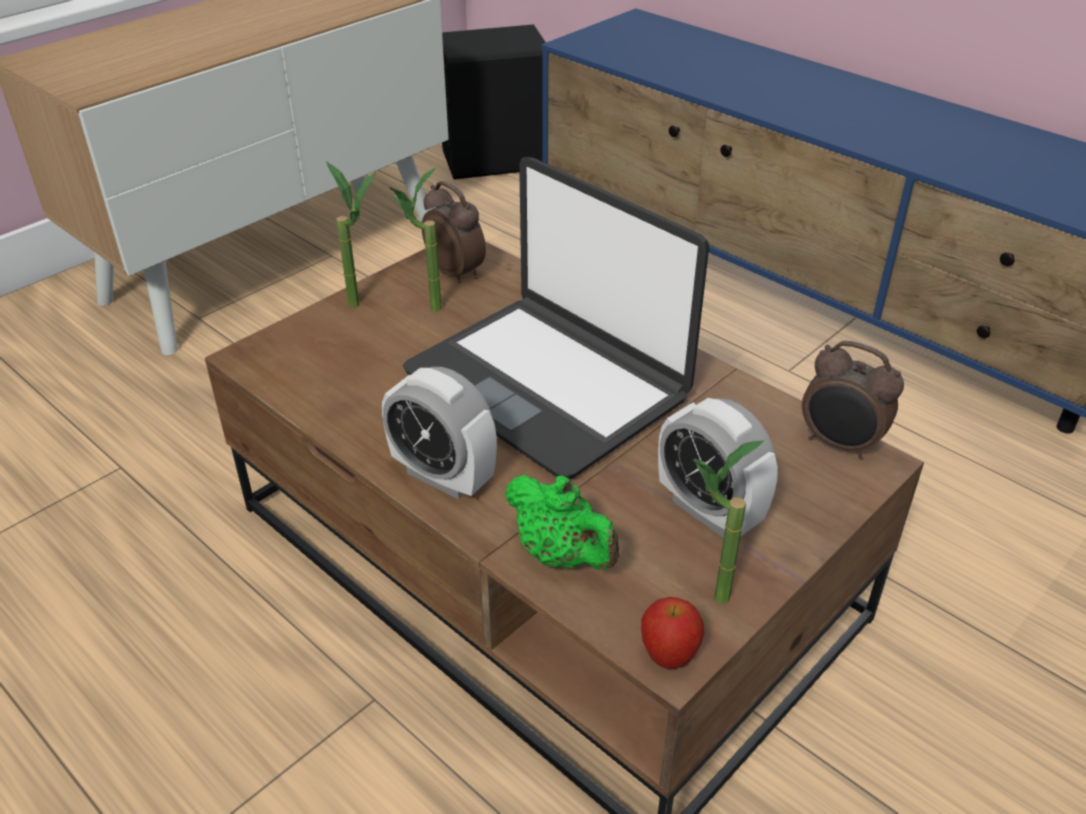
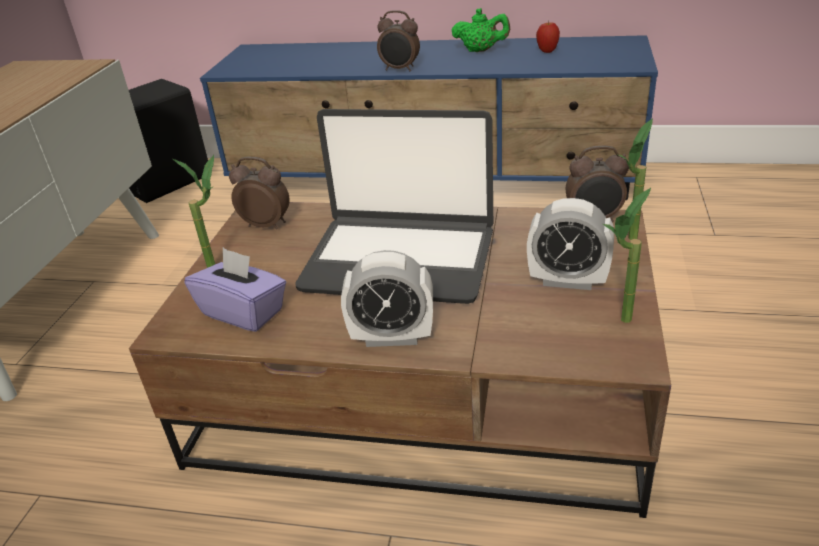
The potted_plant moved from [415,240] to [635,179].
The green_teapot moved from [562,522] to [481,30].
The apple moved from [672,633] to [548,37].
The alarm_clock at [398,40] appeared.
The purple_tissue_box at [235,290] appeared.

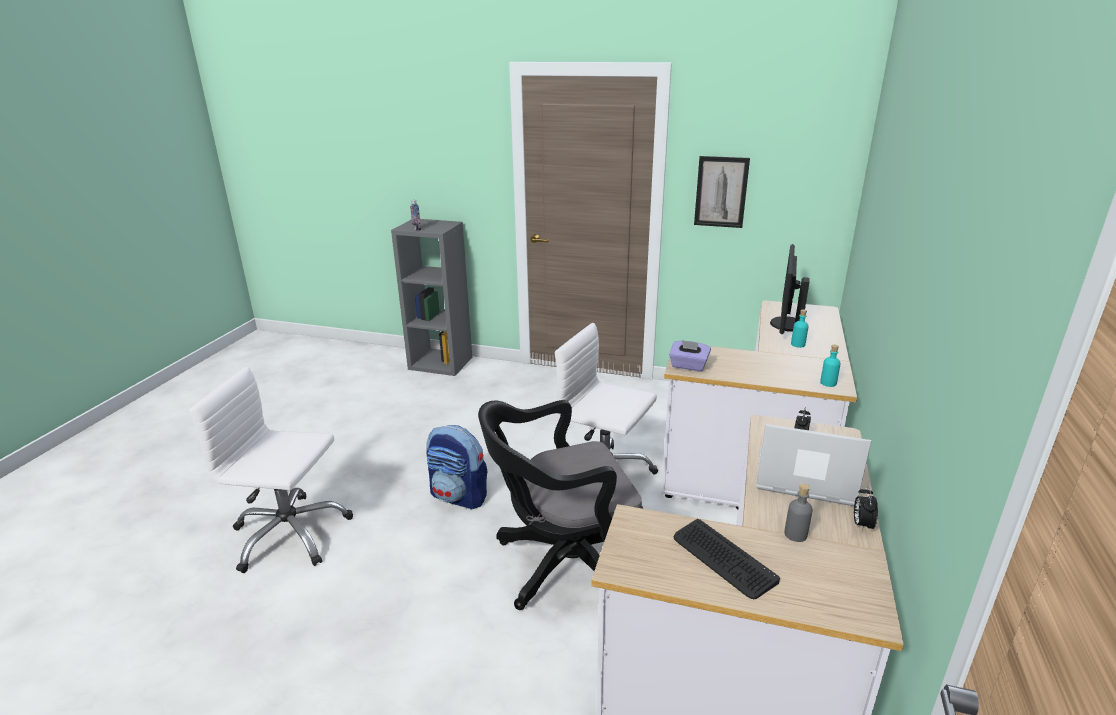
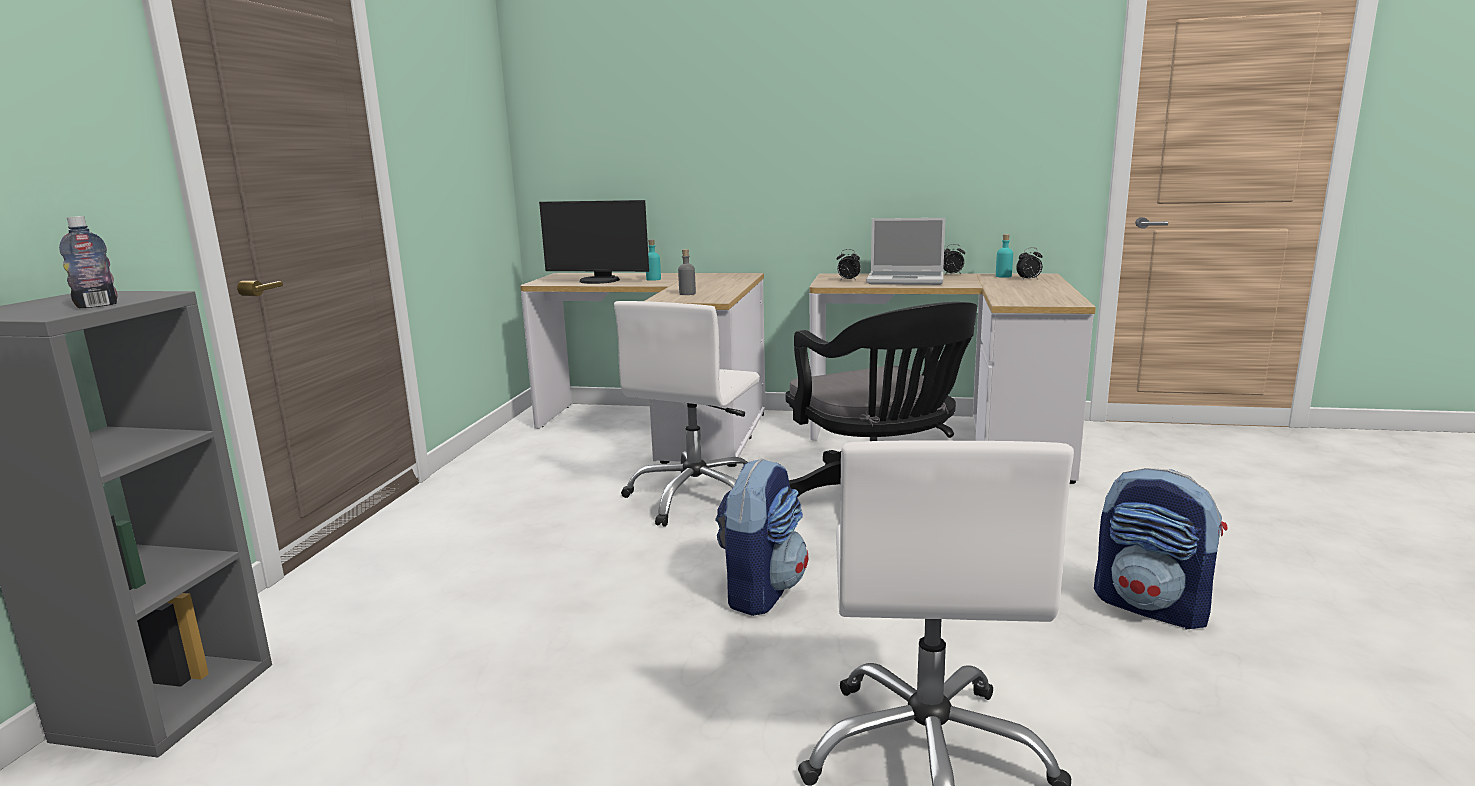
The picture at [722,192] disappeared.
The purple_tissue_box at [690,356] disappeared.
The turquoise_bottle moved from [830,366] to [1004,256].
The laptop at [814,465] turned 90 degrees counterclockwise.
The grey_bottle moved from [798,513] to [687,272].
The keyboard at [727,559] disappeared.
The alarm_clock at [1029,263] appeared.
The backpack at [1160,548] appeared.

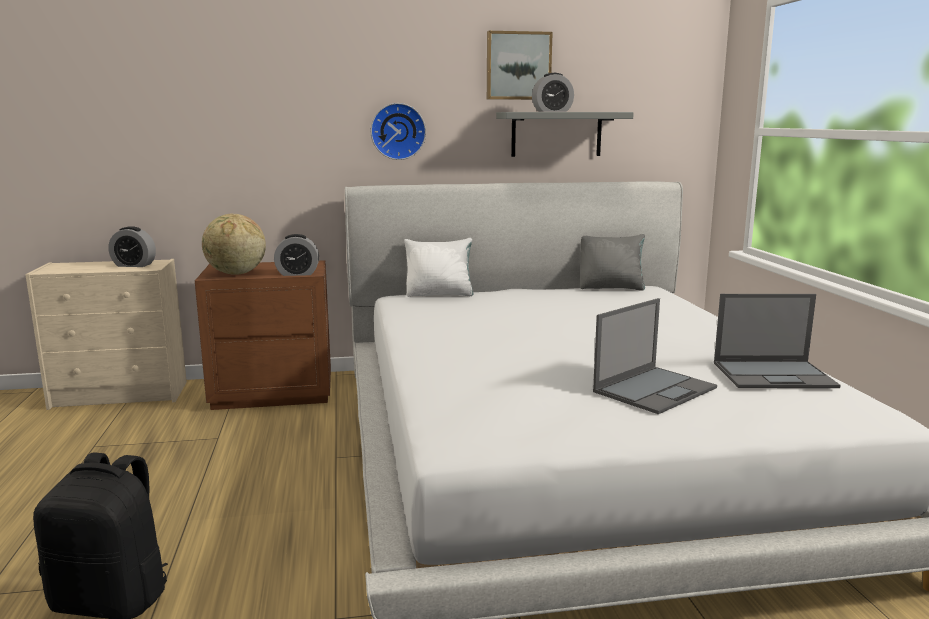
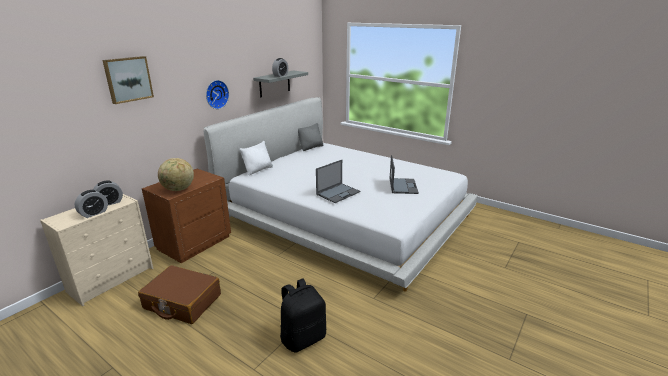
The picture moved from [520,65] to [128,80].
The alarm_clock moved from [296,255] to [91,204].
The laptop moved from [777,341] to [338,181].
The brown_suitcase at [179,294] appeared.

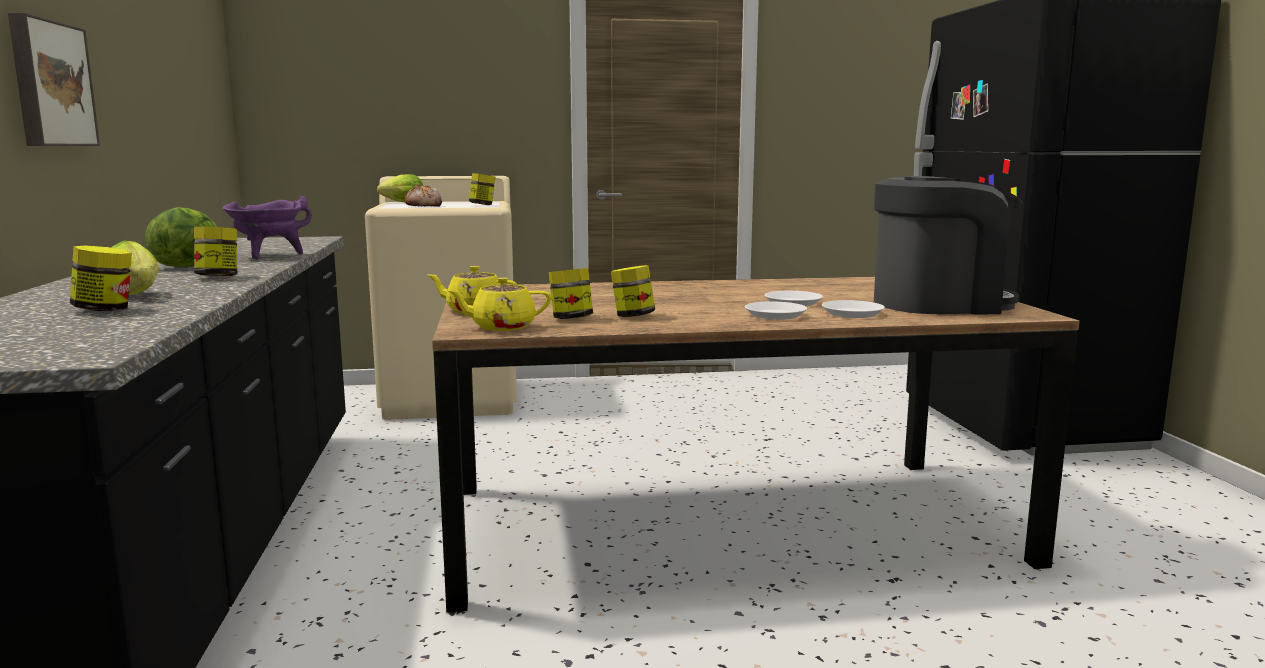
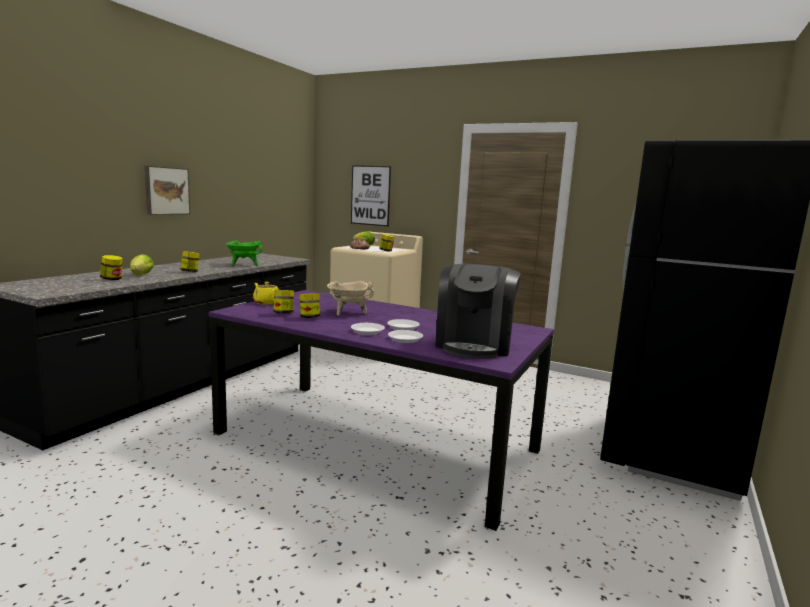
The coffee_machine at [948,245] turned 75 degrees clockwise.
The purple_cooking_pot at [267,227] became the green_cooking_pot at [244,253].
The lettuce at [181,237] disappeared.
The brown_dining_table at [756,445] became the purple_dining_table at [381,410].
The yellow_teapot at [499,304] disappeared.
The picture at [371,195] appeared.
The beige_cooking_pot at [350,298] appeared.

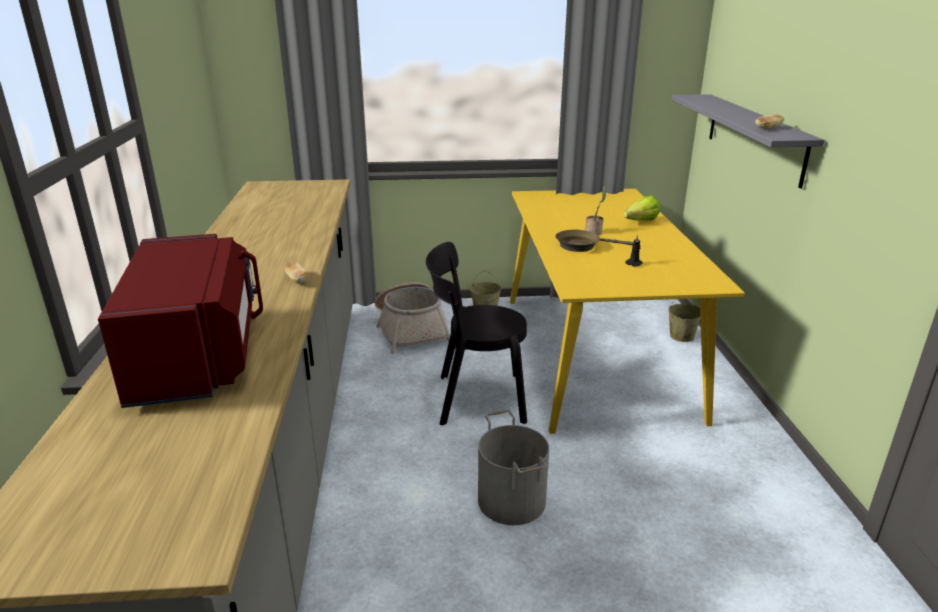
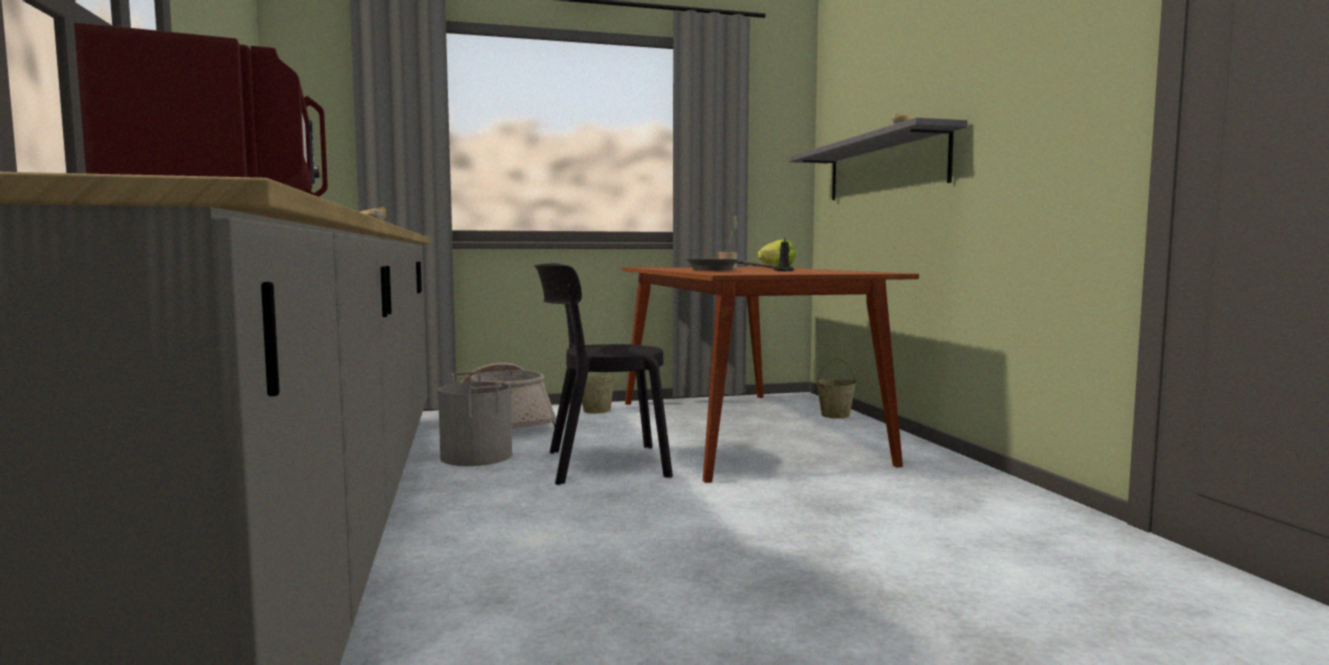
The yellow_dining_table at [627,311] became the brown_dining_table at [770,375].
The grey_bucket moved from [513,467] to [475,418].

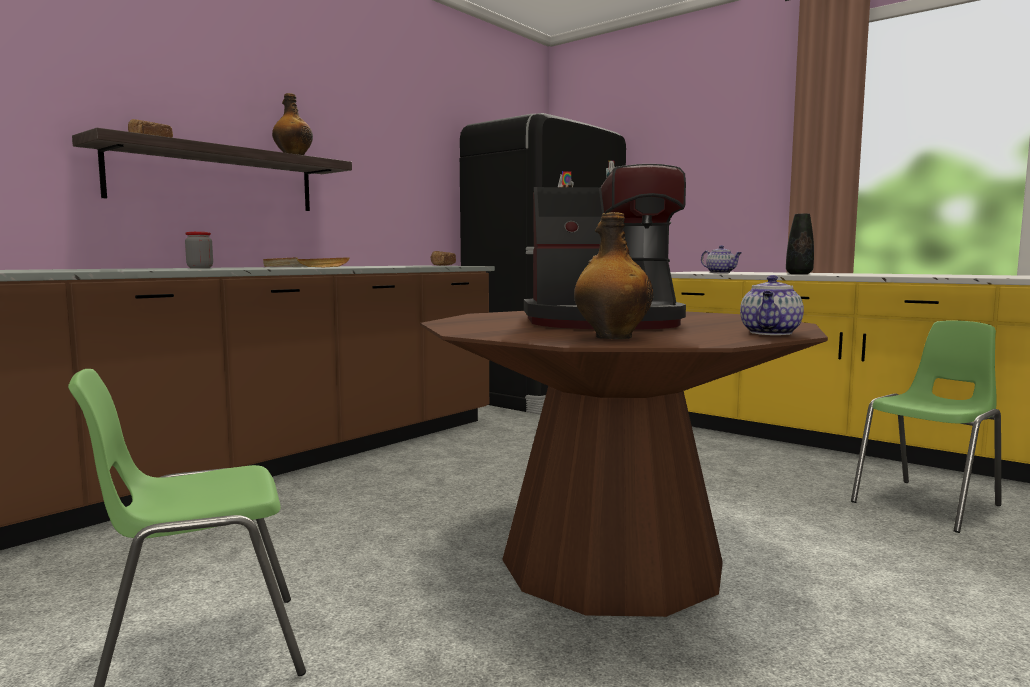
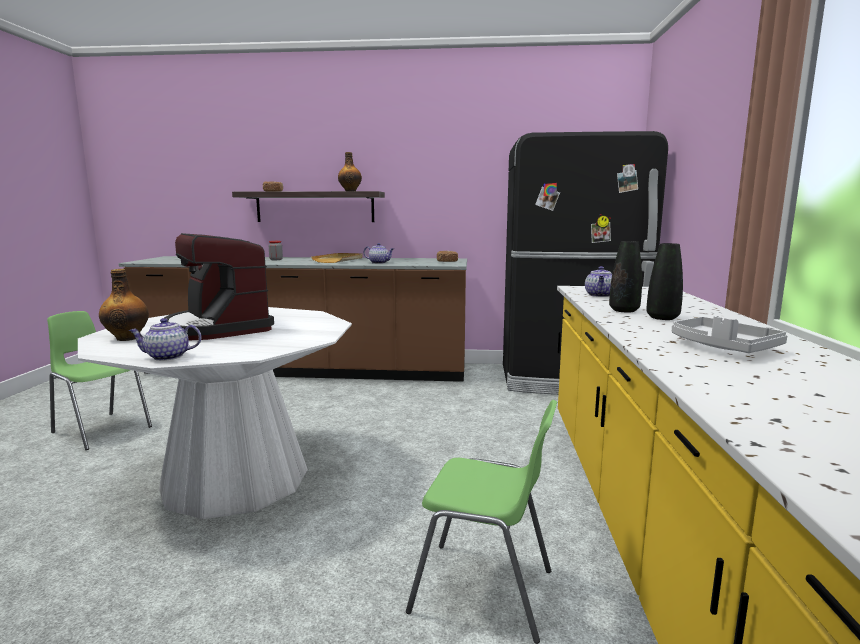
The brown_dining_table at [624,464] became the white_dining_table at [215,413].
The teapot at [379,253] appeared.
The black_vase at [664,281] appeared.
The grey_tray at [730,334] appeared.

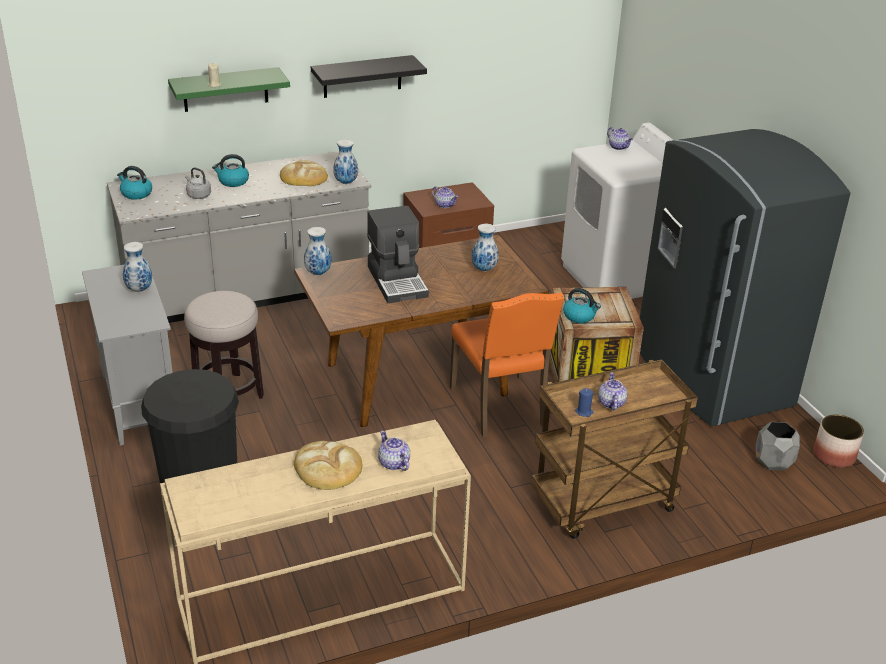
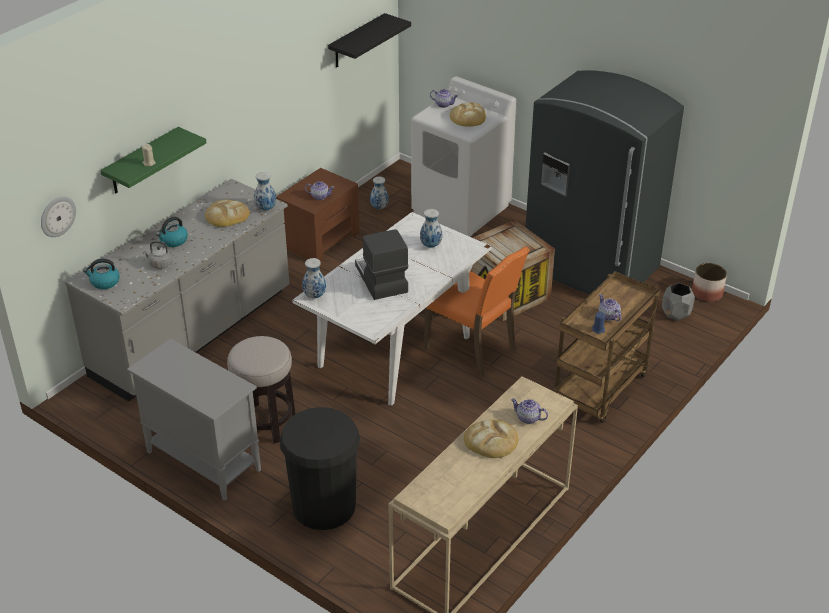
The black_shelf moved from [369,76] to [369,40].
The coffee_machine at [398,254] turned 150 degrees counterclockwise.
The brown_dining_table at [421,331] became the white_dining_table at [392,309].
The vase moved from [137,267] to [379,193].
The kettle at [582,305] disappeared.
The bread at [468,114] appeared.
The wall_clock at [58,216] appeared.

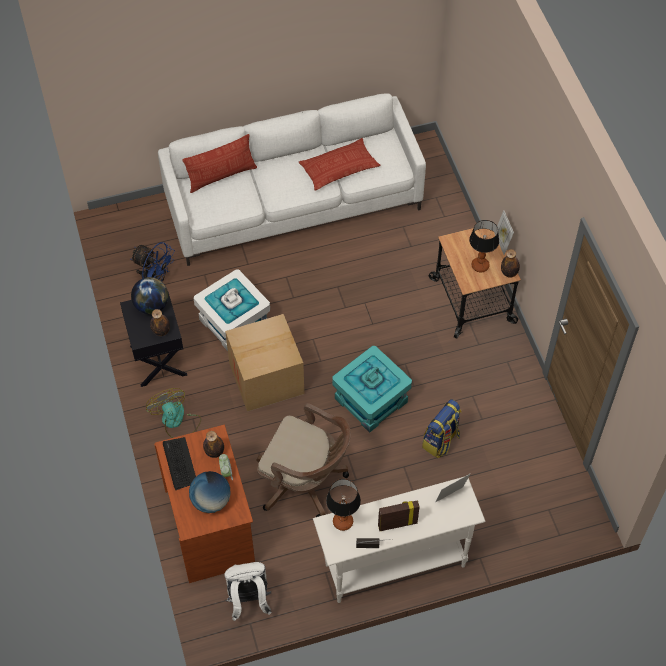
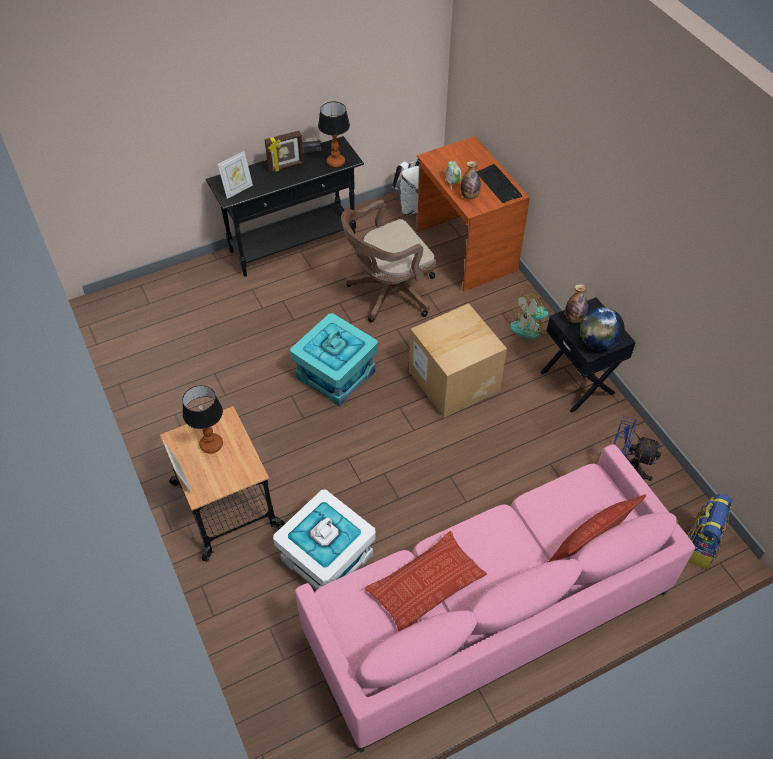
The white_sofa at [292,179] became the pink_sofa at [495,598].
The bottle at [510,263] disappeared.
The white_storage_box moved from [232,310] to [324,540].
The fan at [173,413] turned 105 degrees clockwise.
The backpack moved from [442,428] to [709,531].
The brown_office_chair at [304,460] turned 45 degrees counterclockwise.
The globe at [210,492] disappeared.
The white_console_table at [399,540] became the black_console_table at [285,206].

